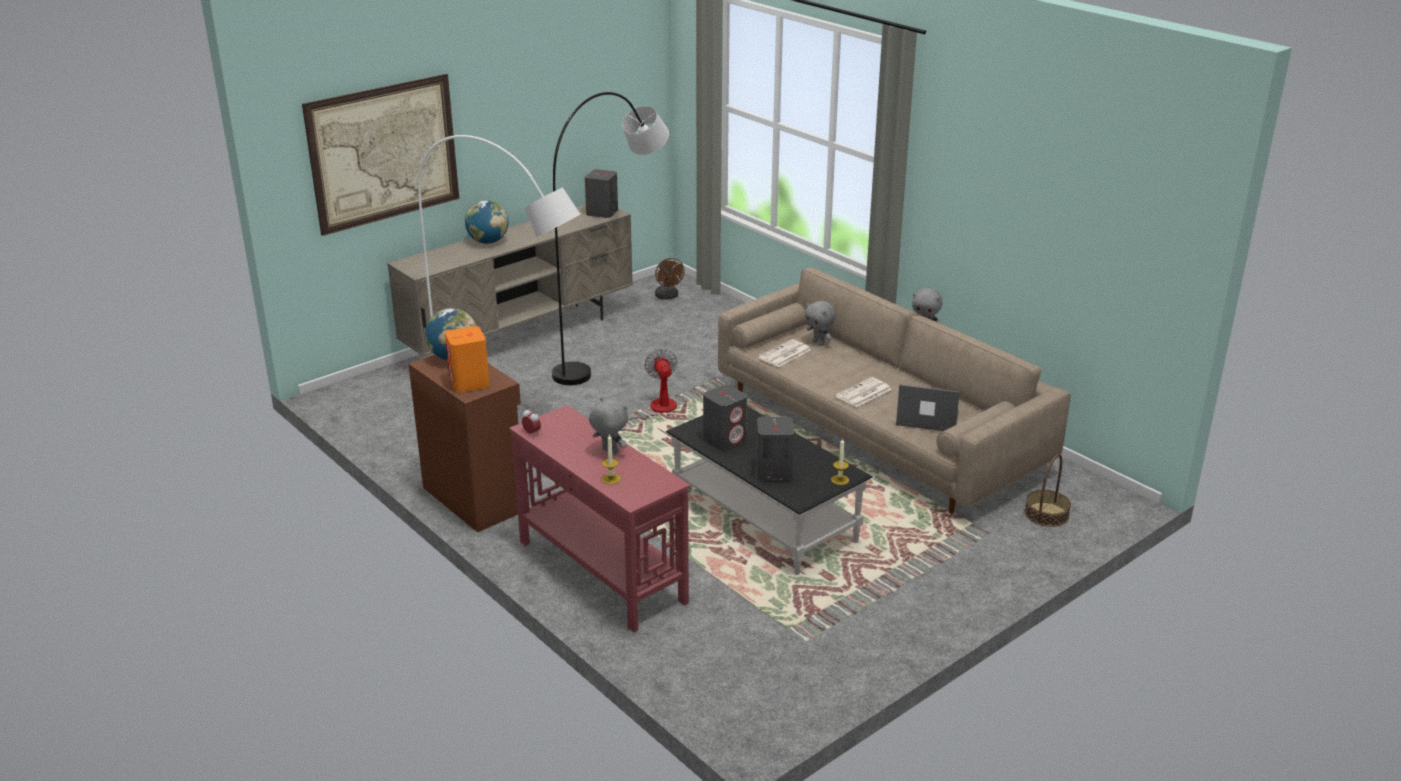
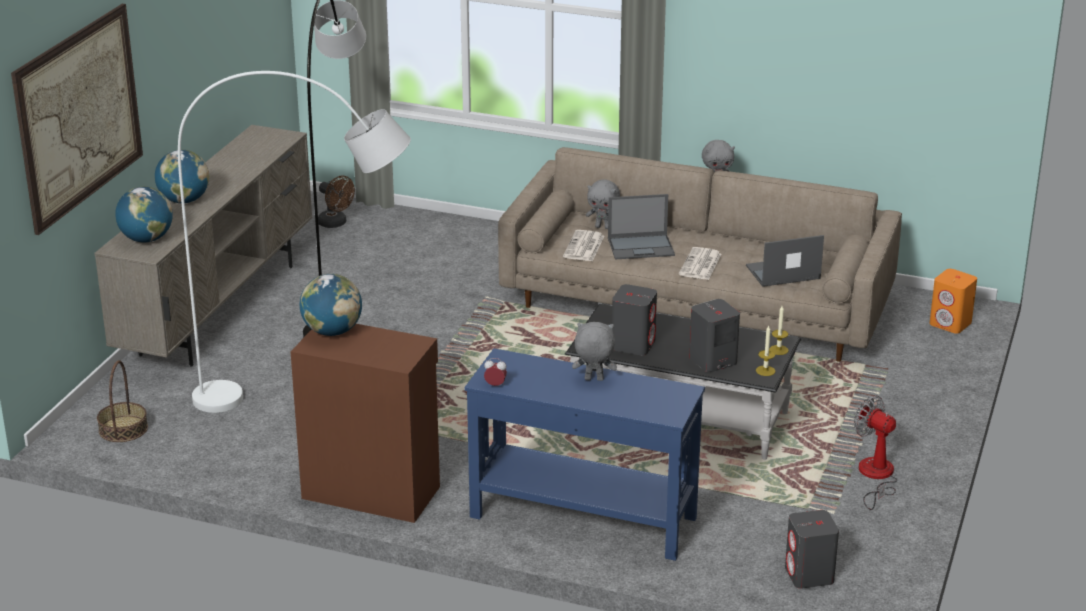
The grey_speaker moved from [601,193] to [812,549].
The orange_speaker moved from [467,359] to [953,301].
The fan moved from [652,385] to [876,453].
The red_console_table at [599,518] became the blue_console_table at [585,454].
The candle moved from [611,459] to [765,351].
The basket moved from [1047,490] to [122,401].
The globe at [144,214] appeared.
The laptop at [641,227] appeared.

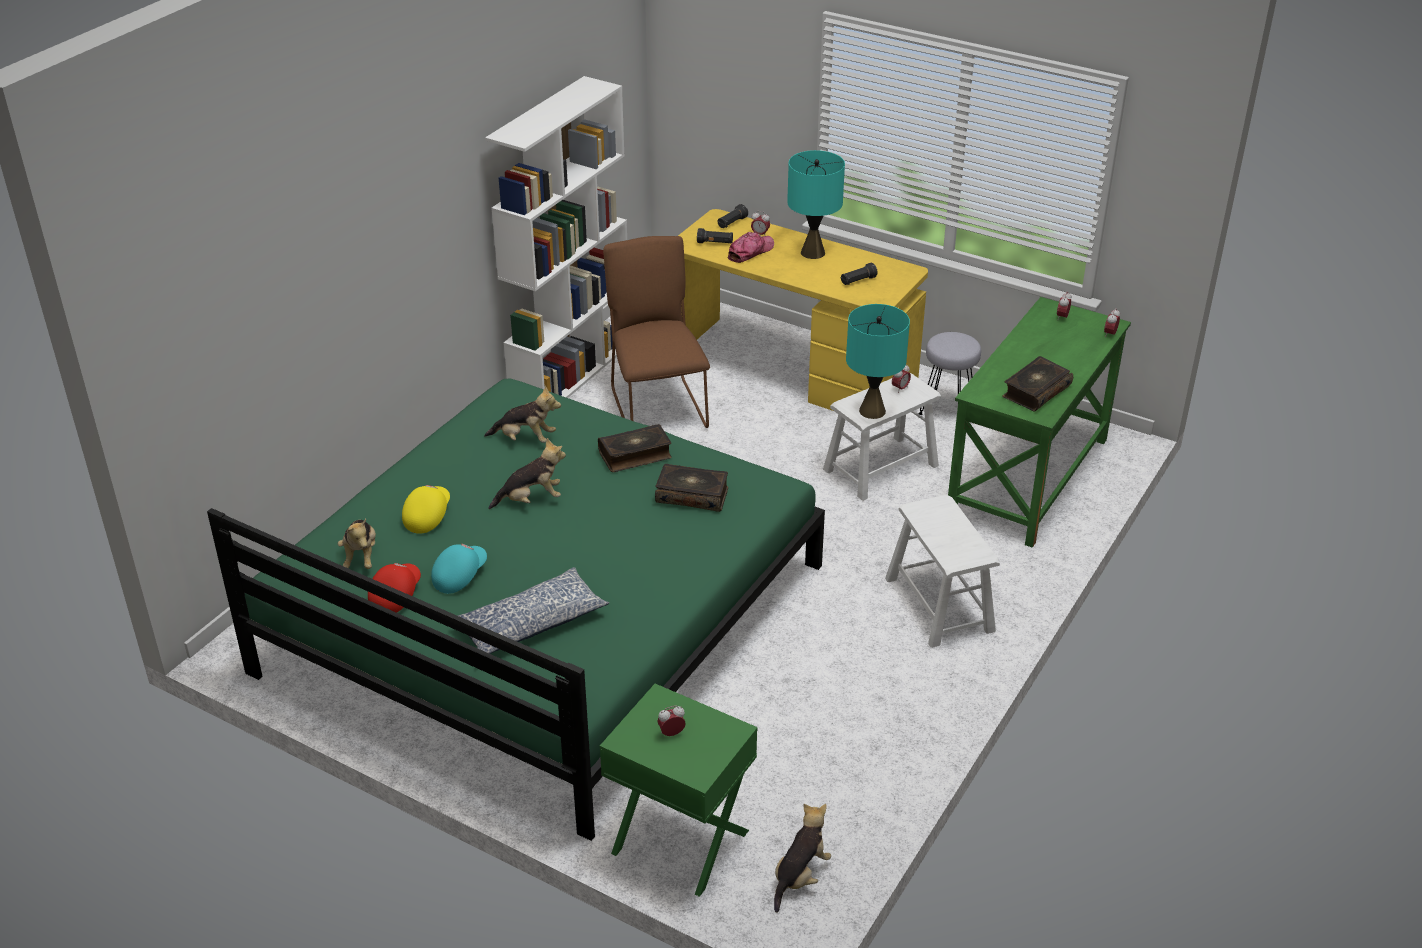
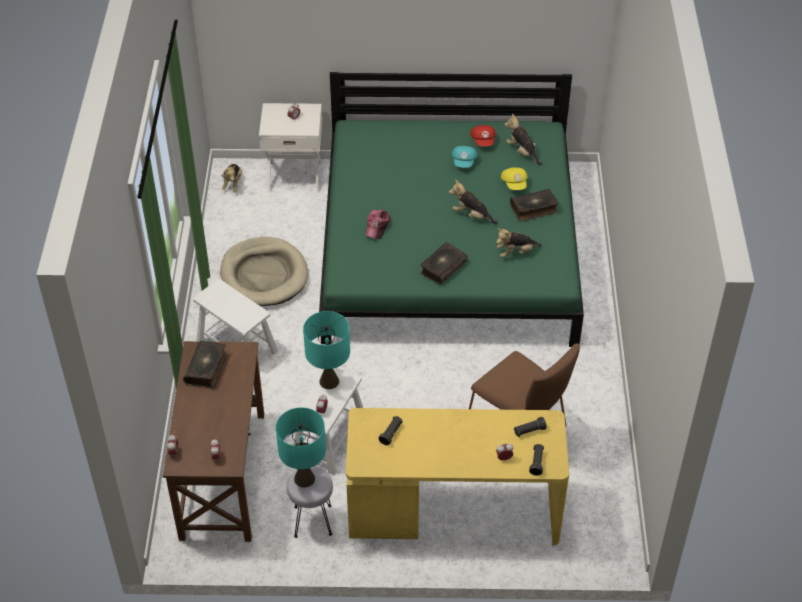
The white_bookcase at [556,237] disappeared.
The turquoise_table_lamp moved from [816,204] to [301,447].
The cap moved from [751,247] to [377,224].
The green_desk at [1039,422] became the brown_desk at [213,441].
The plush_toy at [527,473] turned 75 degrees clockwise.
The book moved from [691,488] to [534,205].
The pillow at [533,610] disappeared.
The green_nightstand at [679,790] became the white_nightstand at [290,148].
The beige_dog_bed at [264,271] appeared.

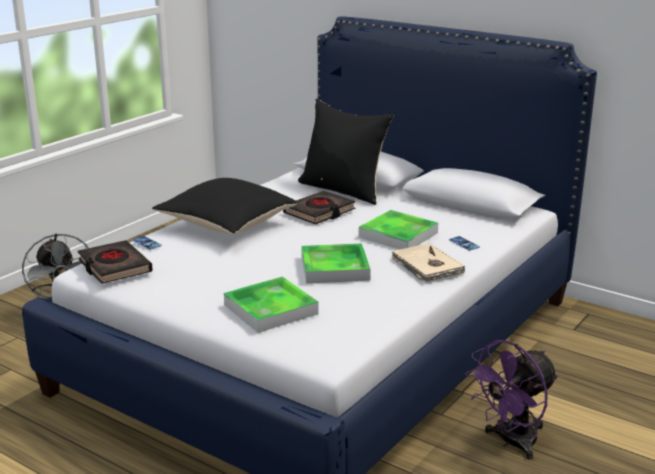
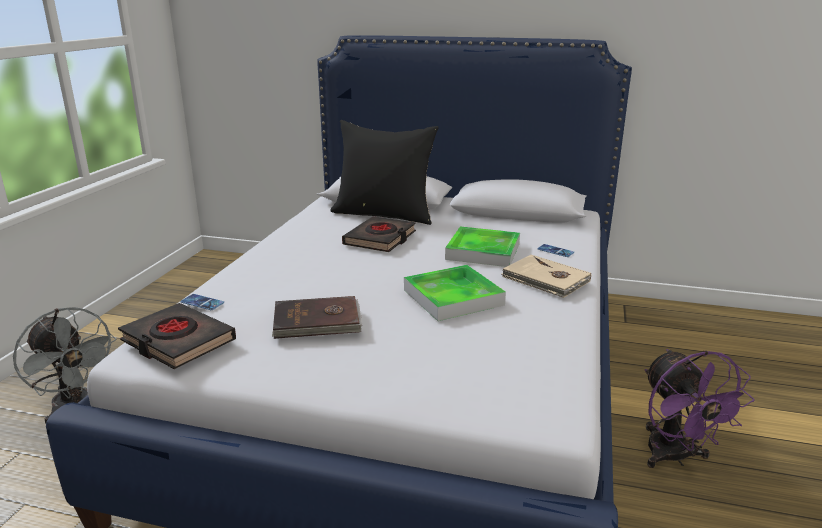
The black_pillow at [224,206] disappeared.
The tray at [271,305] disappeared.
The purple_fan at [512,400] turned 45 degrees counterclockwise.
The brown_book at [317,317] appeared.

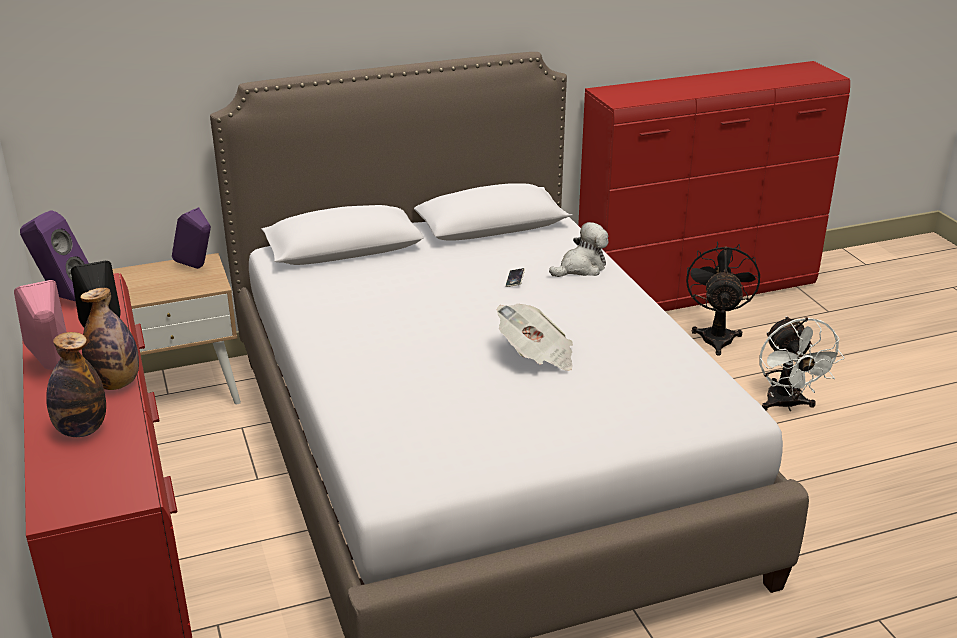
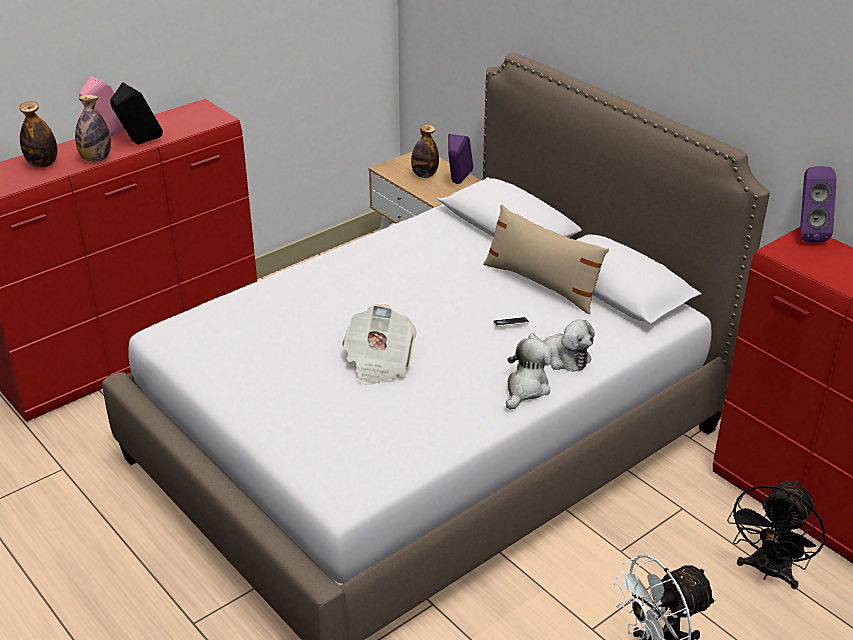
The purple_speaker moved from [54,256] to [818,204].
The black_fan at [723,298] turned 135 degrees clockwise.
The bottle at [425,151] appeared.
The beige_pillow at [546,259] appeared.
The plush_toy at [529,374] appeared.

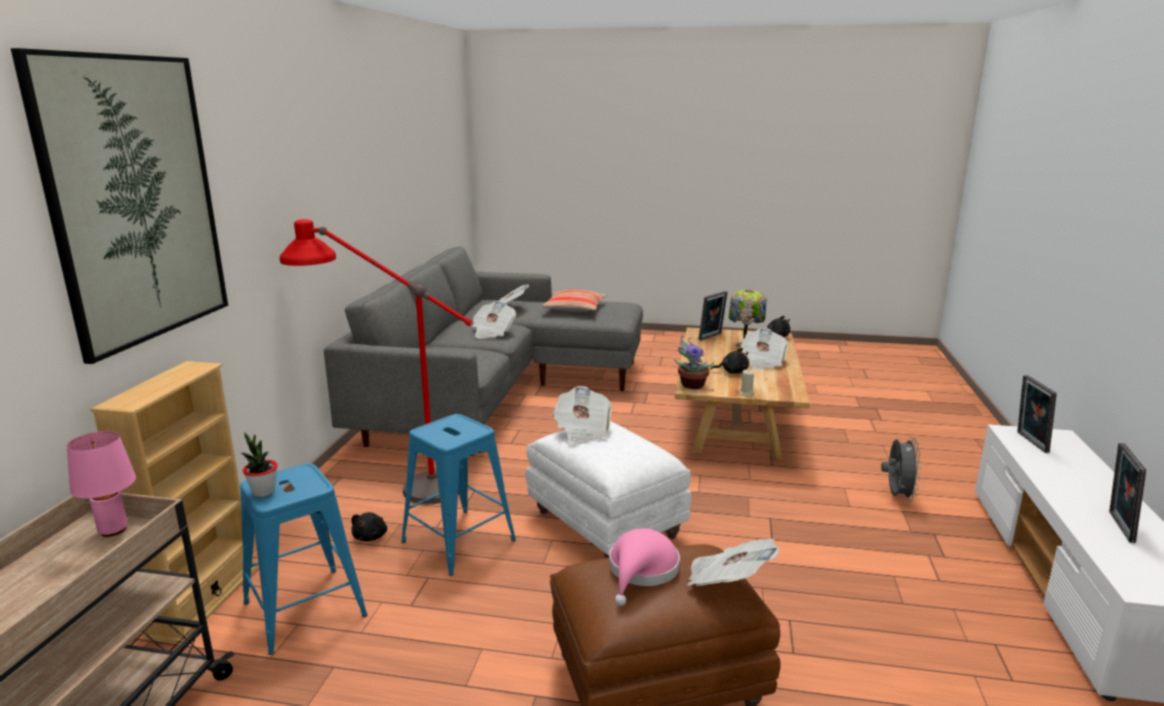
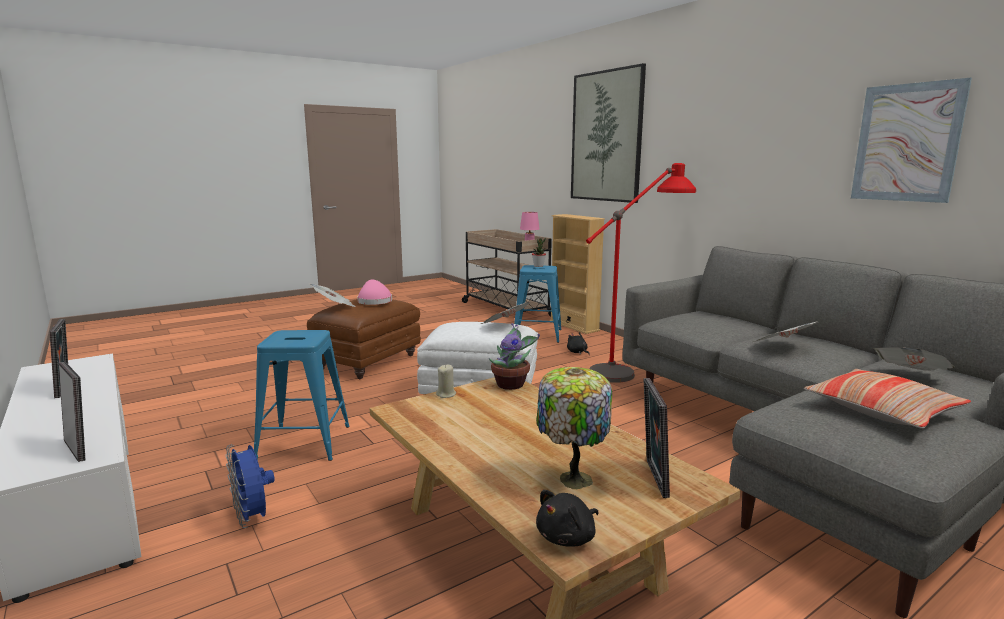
The newspaper at [764,349] disappeared.
The black_plush_toy at [730,361] disappeared.
The blue_stool moved from [458,495] to [302,395].
The grey_fan at [901,469] became the blue_fan at [250,486].
The picture at [911,140] appeared.

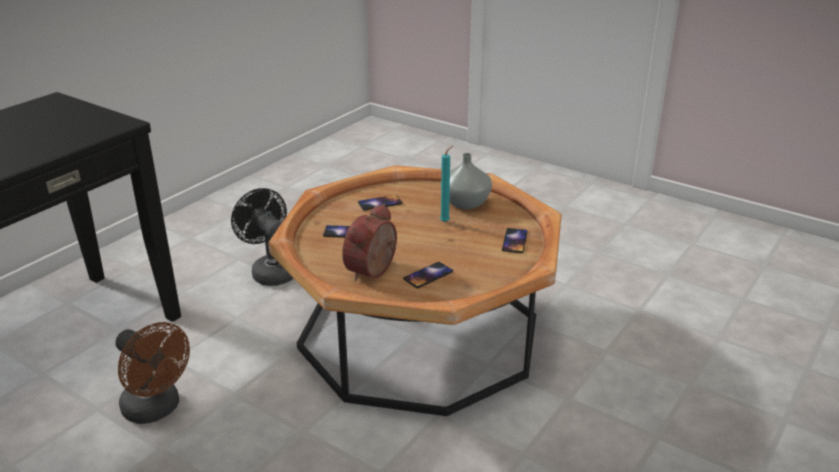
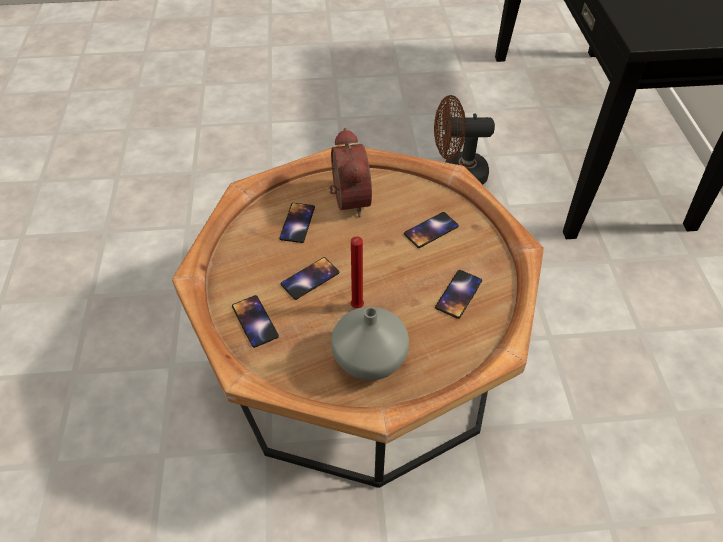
The turquoise_candle at [446,184] became the red_candle at [357,272].
The black_fan at [262,237] disappeared.
The phone at [310,278] appeared.

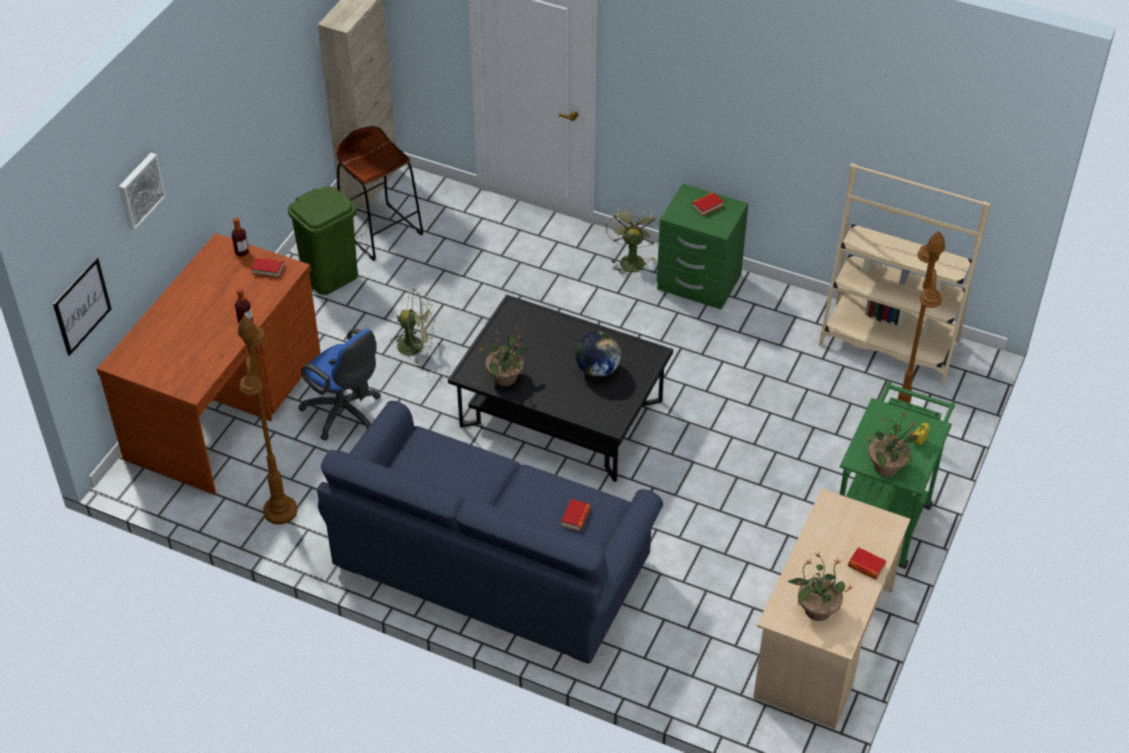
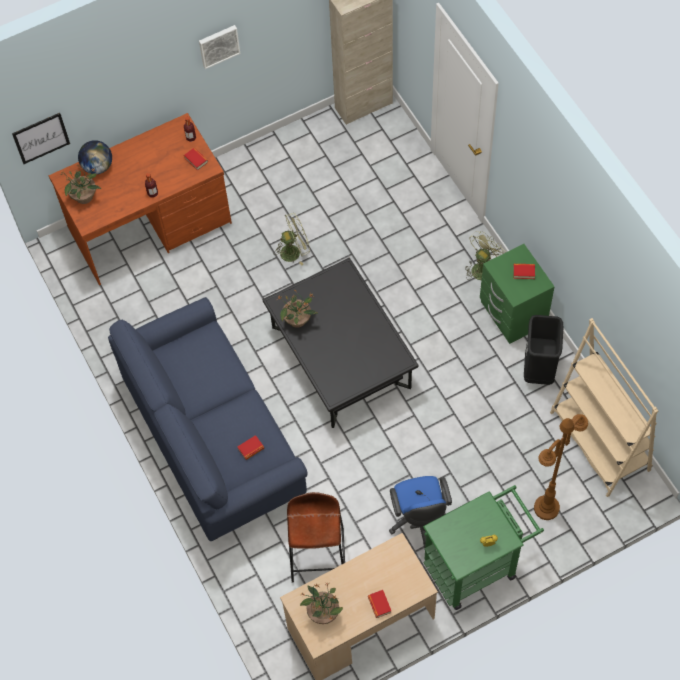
The brown_stool moved from [380,193] to [316,537].
The picture moved from [142,192] to [219,47].
The green_trash_can at [323,240] disappeared.
The green_fan at [412,325] turned 60 degrees counterclockwise.
The brown_floor_lamp at [267,420] disappeared.
The blue_office_chair moved from [340,384] to [420,512].
The globe moved from [598,354] to [95,157].
The potted_plant moved from [893,444] to [81,184].
The black_trash_can at [543,350] appeared.

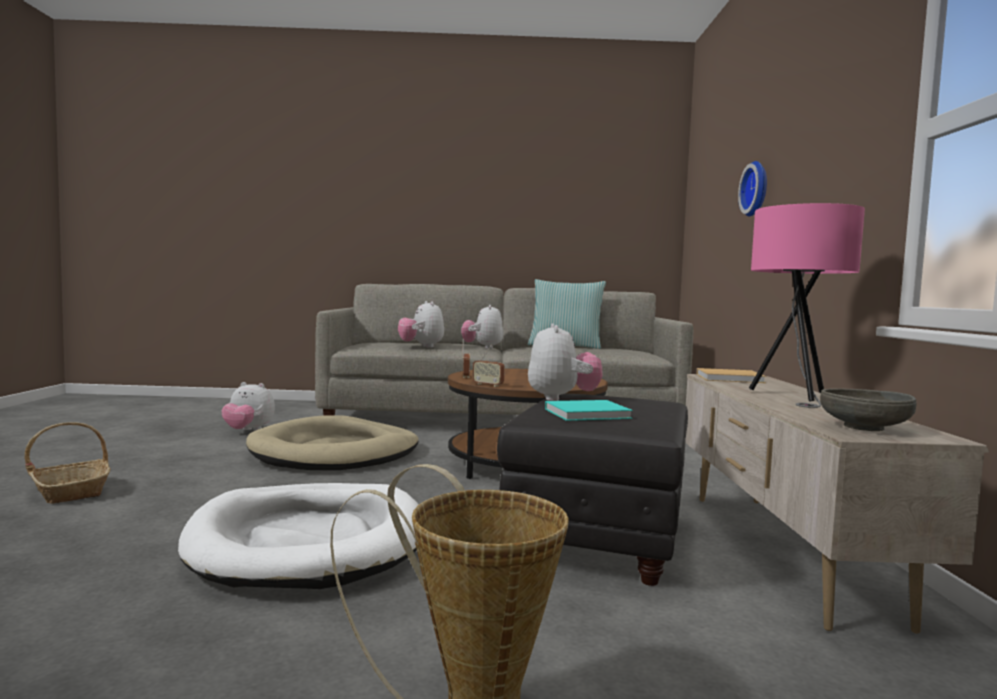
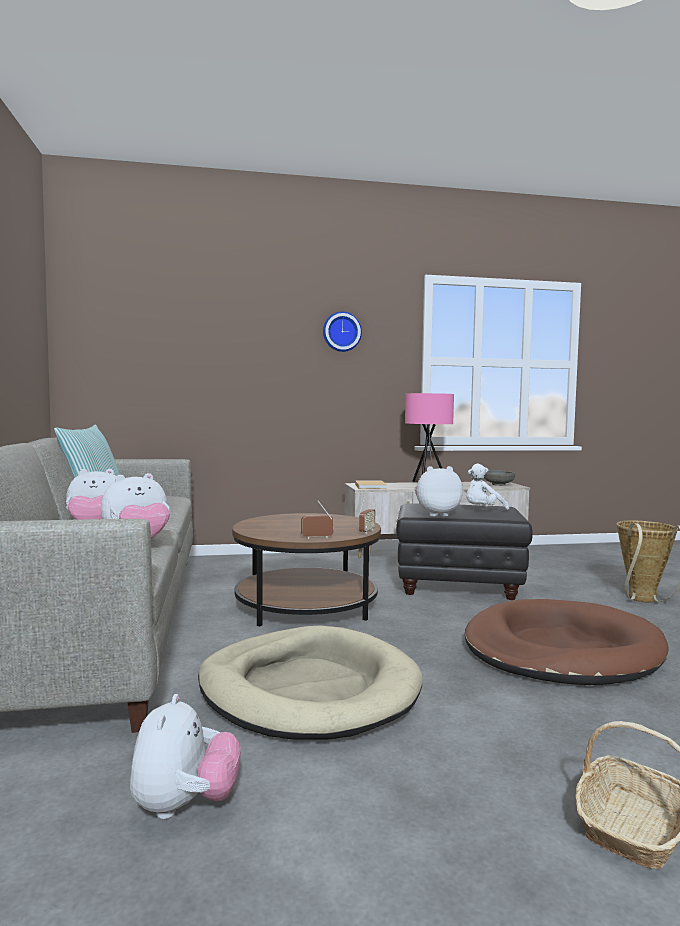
The wall_clock moved from [752,188] to [342,332].
The turquoise_book at [589,410] was replaced by the white_plush_toy at [487,487].
The white_dog_bed at [298,536] became the brown_dog_bed at [567,642].

